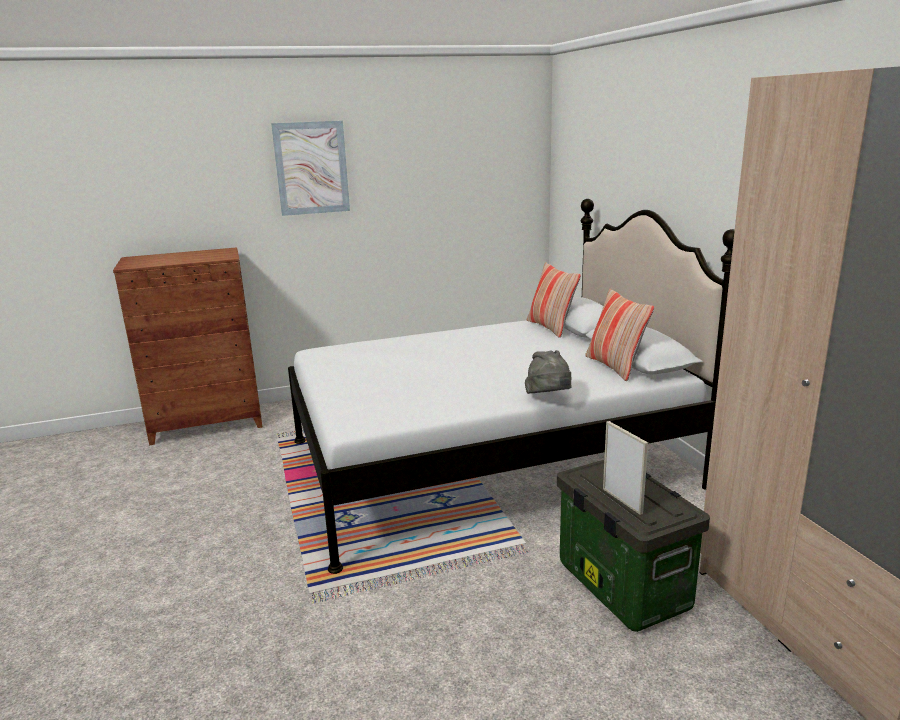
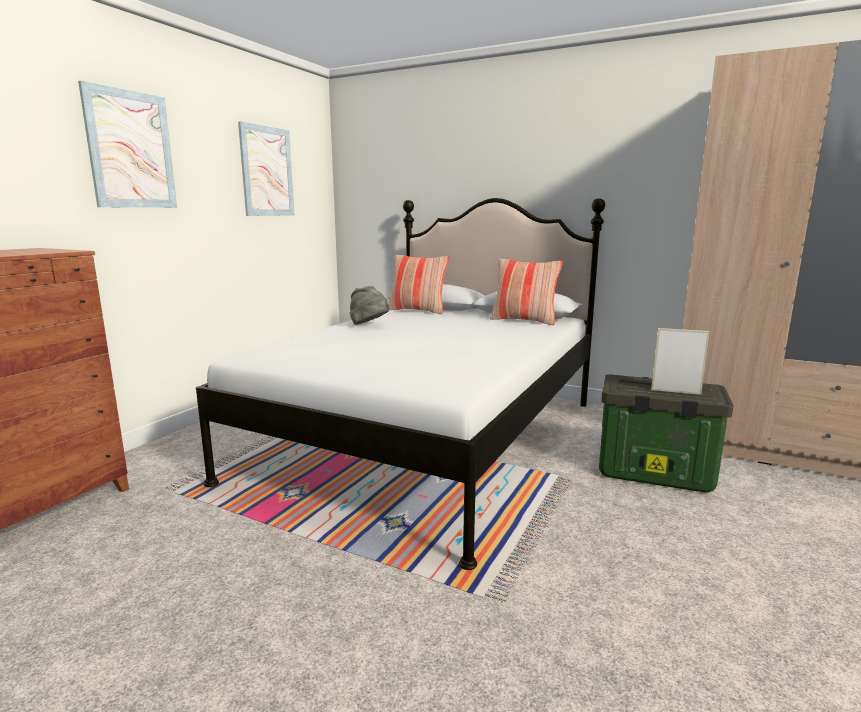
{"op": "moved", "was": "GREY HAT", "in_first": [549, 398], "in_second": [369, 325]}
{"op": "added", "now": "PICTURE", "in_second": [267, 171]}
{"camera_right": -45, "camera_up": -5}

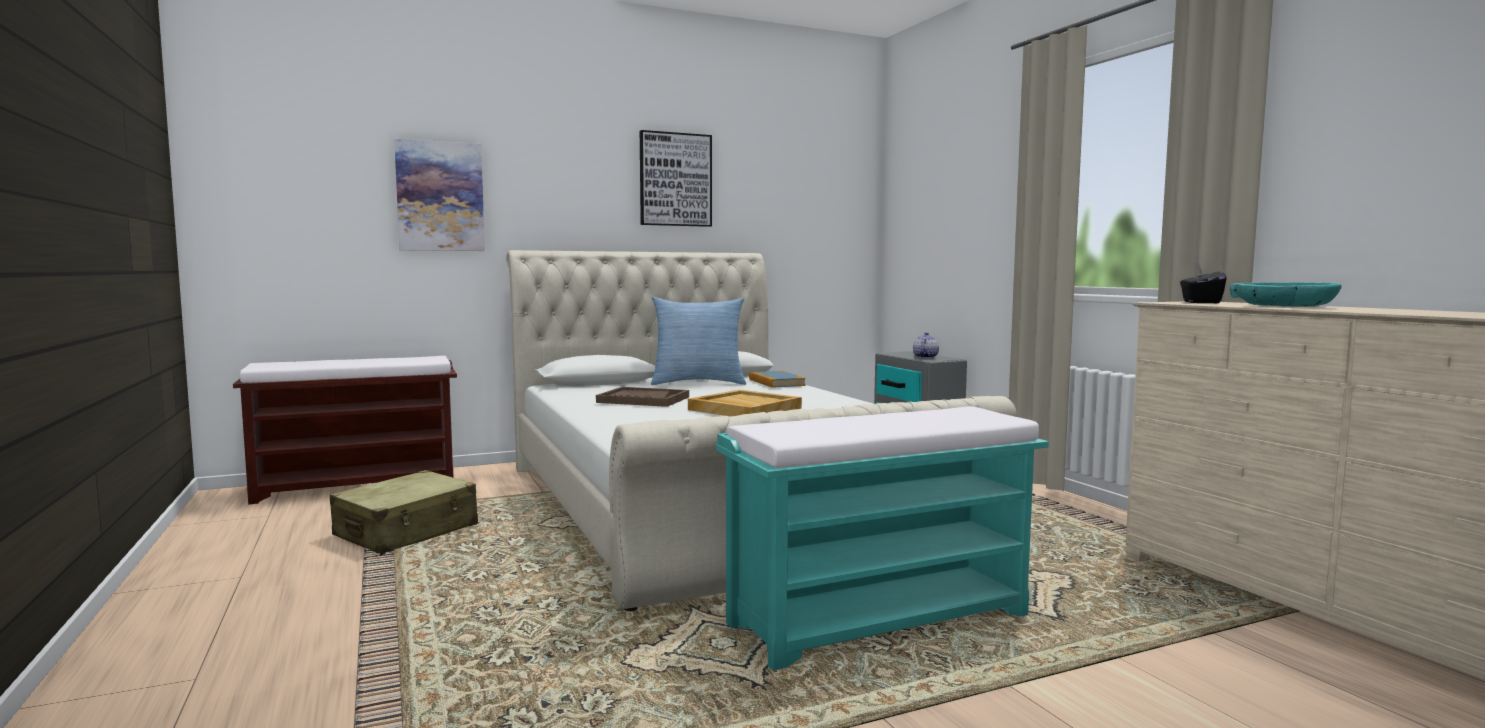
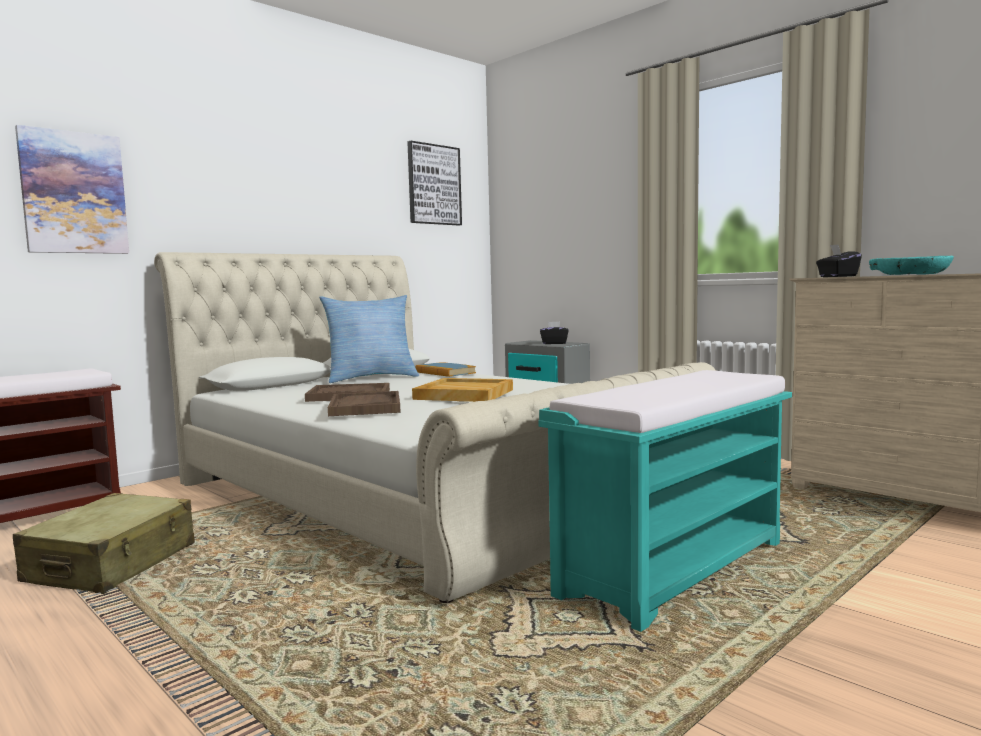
{"op": "moved", "was": "PICTURE", "in_first": [675, 179], "in_second": [434, 185]}
{"op": "replaced", "was": "TEAPOT", "now": "BLACK TISSUE BOX", "in_first": [925, 357], "in_second": [554, 343]}
{"op": "added", "now": "BROWN TRAY", "in_second": [365, 407]}
{"camera_right": -20, "camera_up": 0}

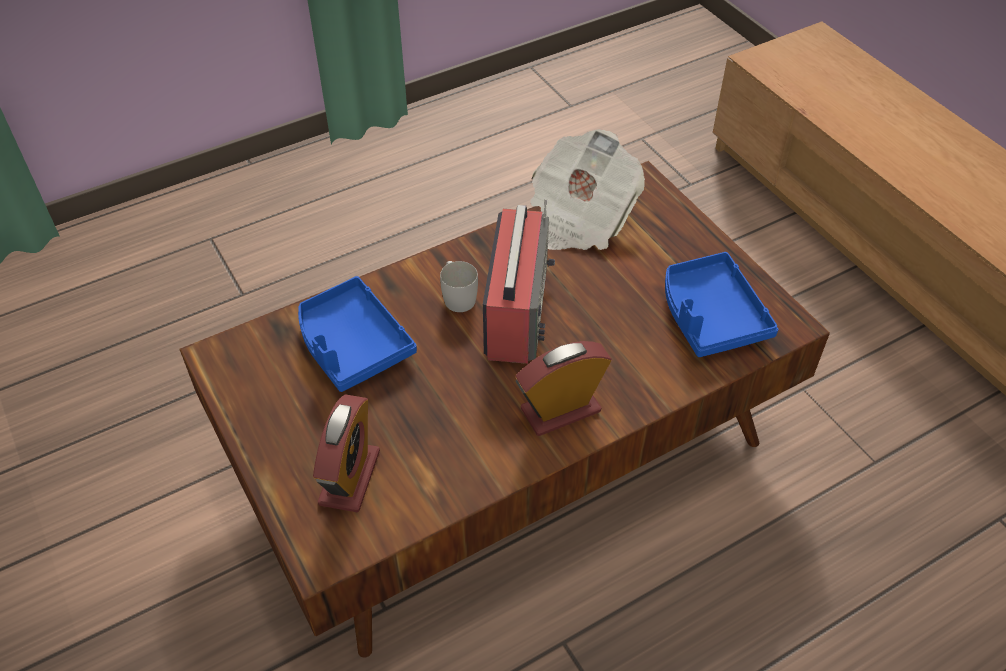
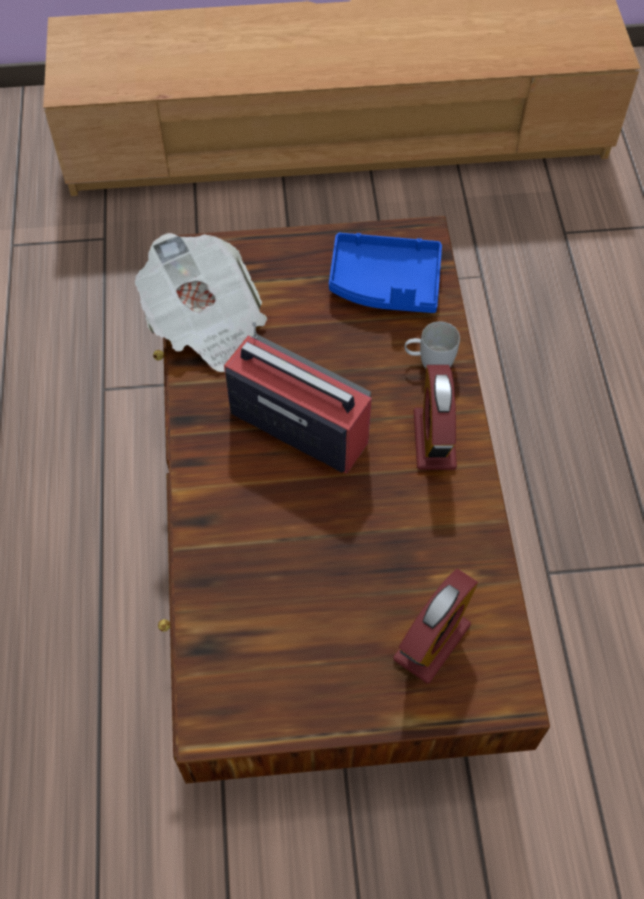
{"op": "moved", "was": "WHITE MUG", "in_first": [457, 296], "in_second": [429, 360]}
{"op": "removed", "was": "BLUE TRAY", "in_first": [352, 344]}
{"op": "turned", "was": "ALARM CLOCK", "in_first": [349, 477], "in_second": [432, 642], "clockwise": 90}
{"camera_right": -65, "camera_up": 10}

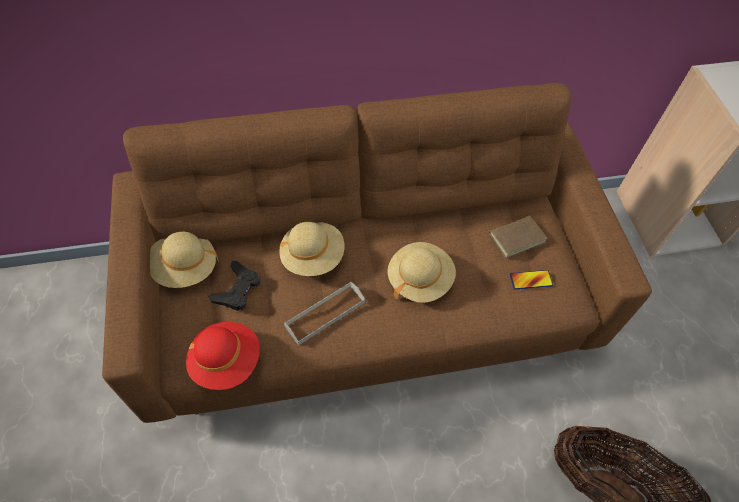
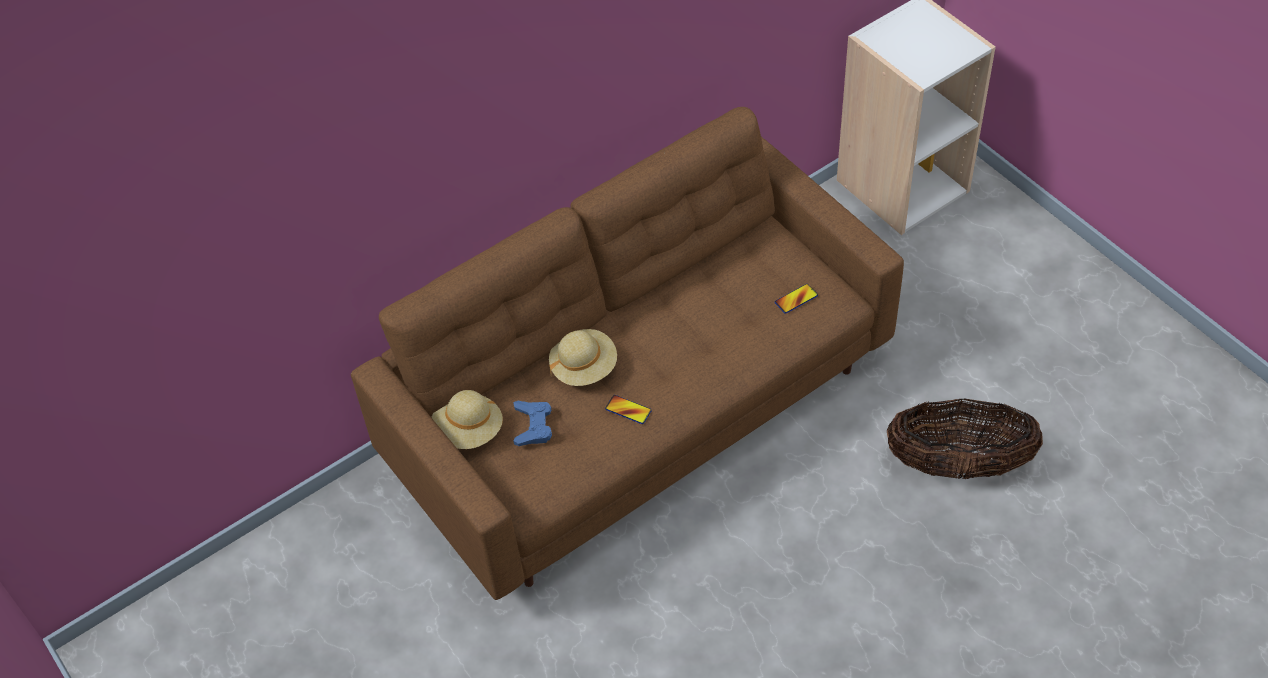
{"op": "removed", "was": "BROWN BOOK", "in_first": [516, 236]}
{"op": "removed", "was": "BEIGE HAT", "in_first": [419, 280]}
{"op": "recoloured", "was": "BLACK GAME CONTROLLER", "now": "BLUE GAME CONTROLLER", "in_first": [237, 289], "in_second": [533, 426]}
{"op": "replaced", "was": "GREY TRAY", "now": "PHONE", "in_first": [325, 314], "in_second": [628, 410]}
{"op": "removed", "was": "RED HAT", "in_first": [226, 361]}
{"camera_right": -20, "camera_up": -5}

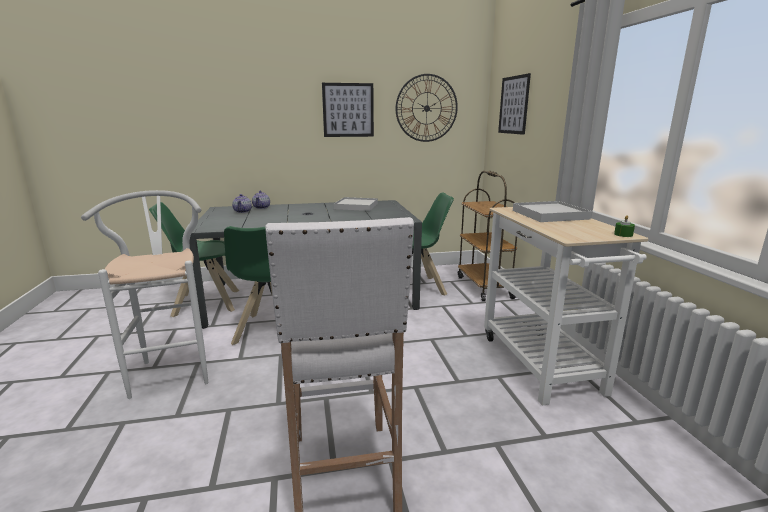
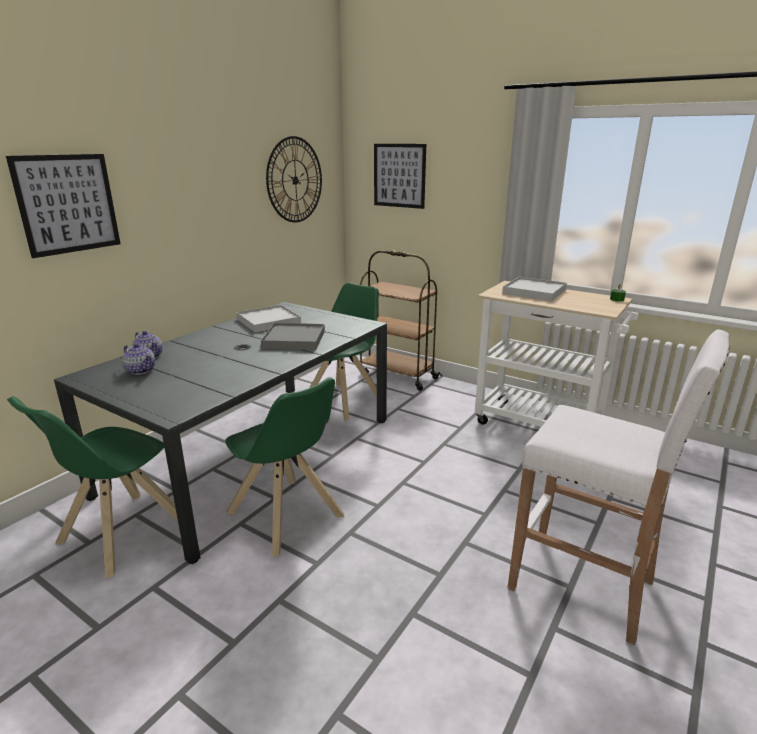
{"op": "moved", "was": "PICTURE", "in_first": [348, 110], "in_second": [68, 204]}
{"op": "removed", "was": "WHITE STOOL", "in_first": [173, 369]}
{"op": "added", "now": "GREY TRAY", "in_second": [294, 339]}
{"camera_right": -45, "camera_up": 5}

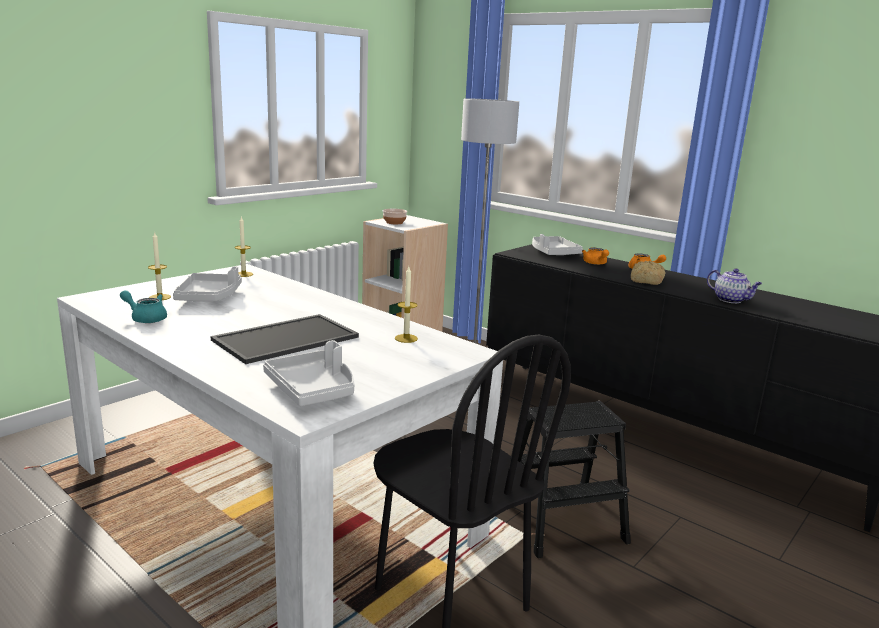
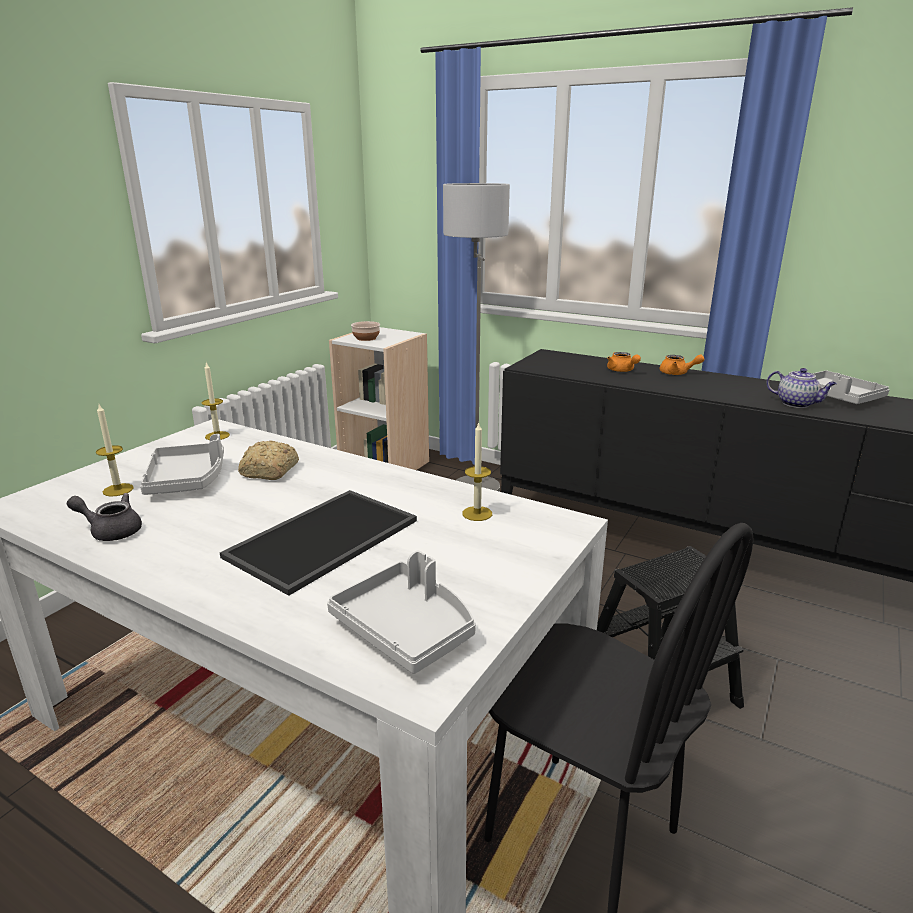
{"op": "moved", "was": "GREY TRAY", "in_first": [553, 253], "in_second": [838, 397]}
{"op": "moved", "was": "BREAD", "in_first": [646, 281], "in_second": [268, 472]}
{"op": "recoloured", "was": "TURQUOISE TEAPOT", "now": "GREY TEAPOT", "in_first": [146, 318], "in_second": [111, 531]}
{"camera_right": -10, "camera_up": 5}

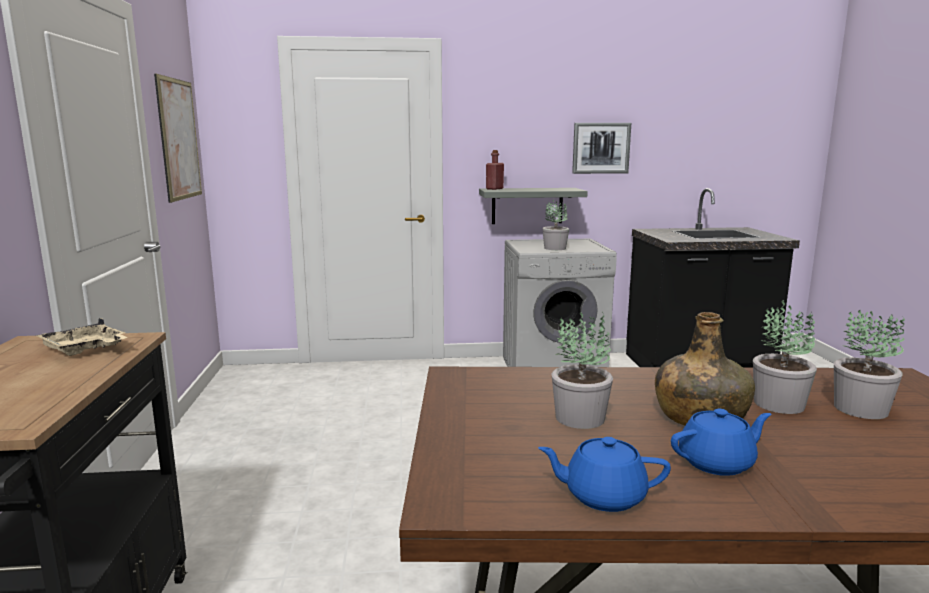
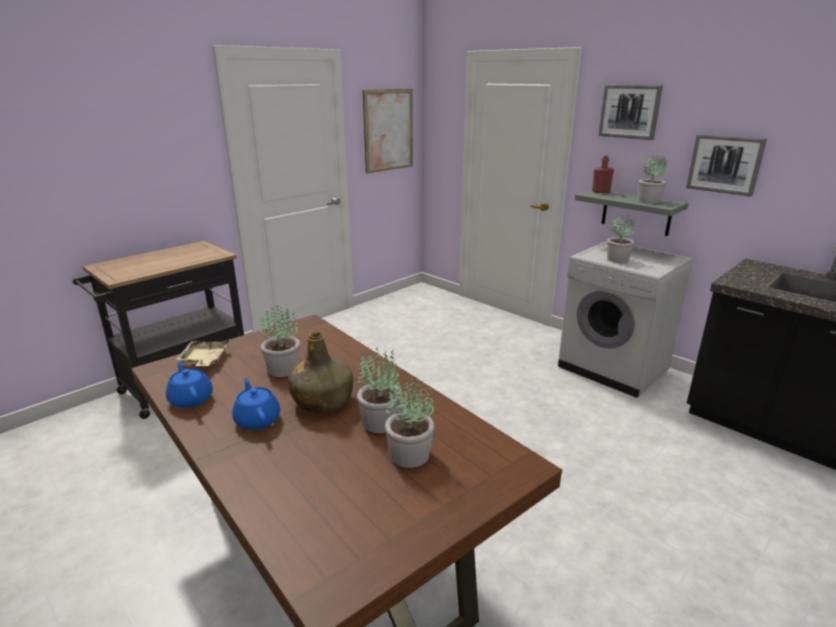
{"op": "moved", "was": "BEIGE TRAY", "in_first": [85, 350], "in_second": [204, 360]}
{"op": "turned", "was": "BLUE TEAPOT", "in_first": [717, 463], "in_second": [257, 419], "clockwise": -150}
{"op": "added", "now": "PICTURE", "in_second": [629, 111]}
{"op": "added", "now": "POTTED PLANT", "in_second": [649, 200]}
{"camera_right": 50, "camera_up": 10}

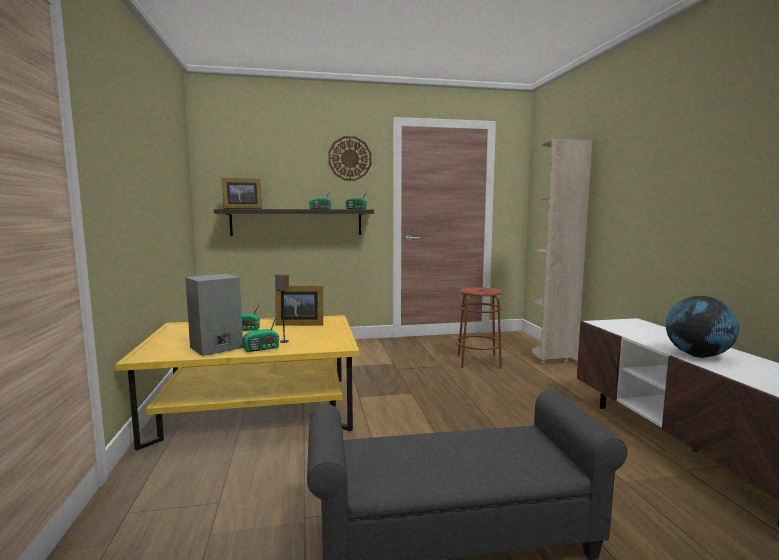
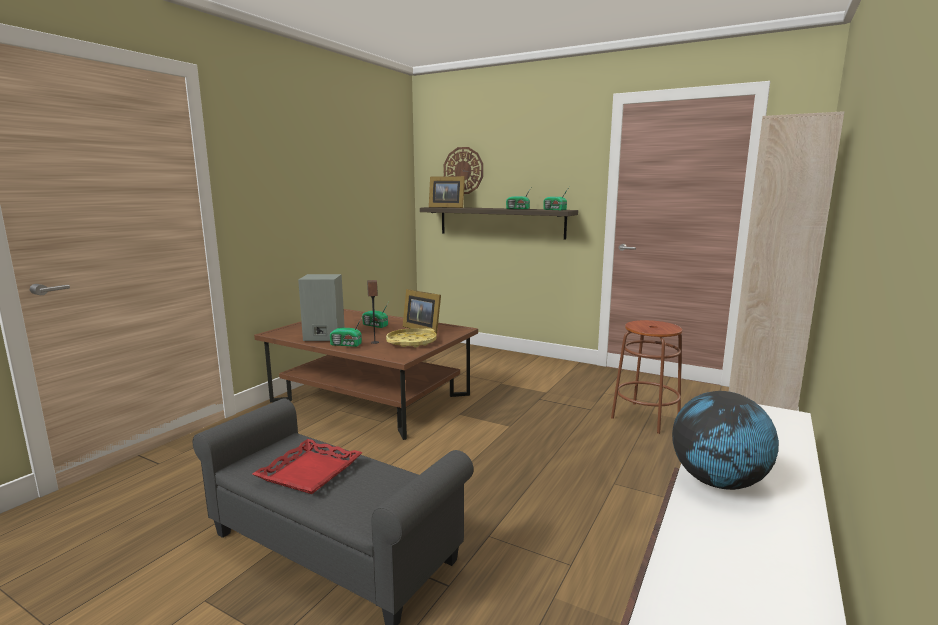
{"op": "moved", "was": "WALL CLOCK", "in_first": [349, 158], "in_second": [463, 170]}
{"op": "recoloured", "was": "YELLOW COFFEE TABLE", "now": "BROWN COFFEE TABLE", "in_first": [255, 409], "in_second": [371, 398]}
{"op": "added", "now": "YELLOW TRAY", "in_second": [411, 342]}
{"op": "added", "now": "RED TRAY", "in_second": [309, 472]}
{"camera_right": 40, "camera_up": 5}

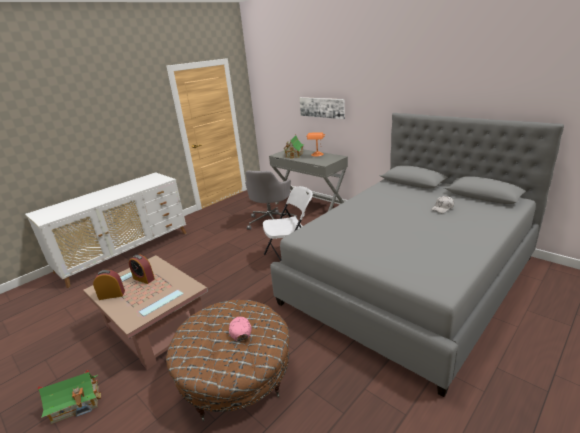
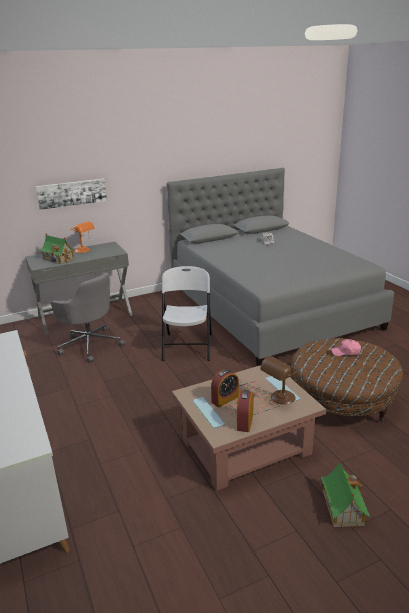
{"op": "added", "now": "BROWN TABLE LAMP", "in_second": [280, 399]}
{"camera_right": -70, "camera_up": 0}

